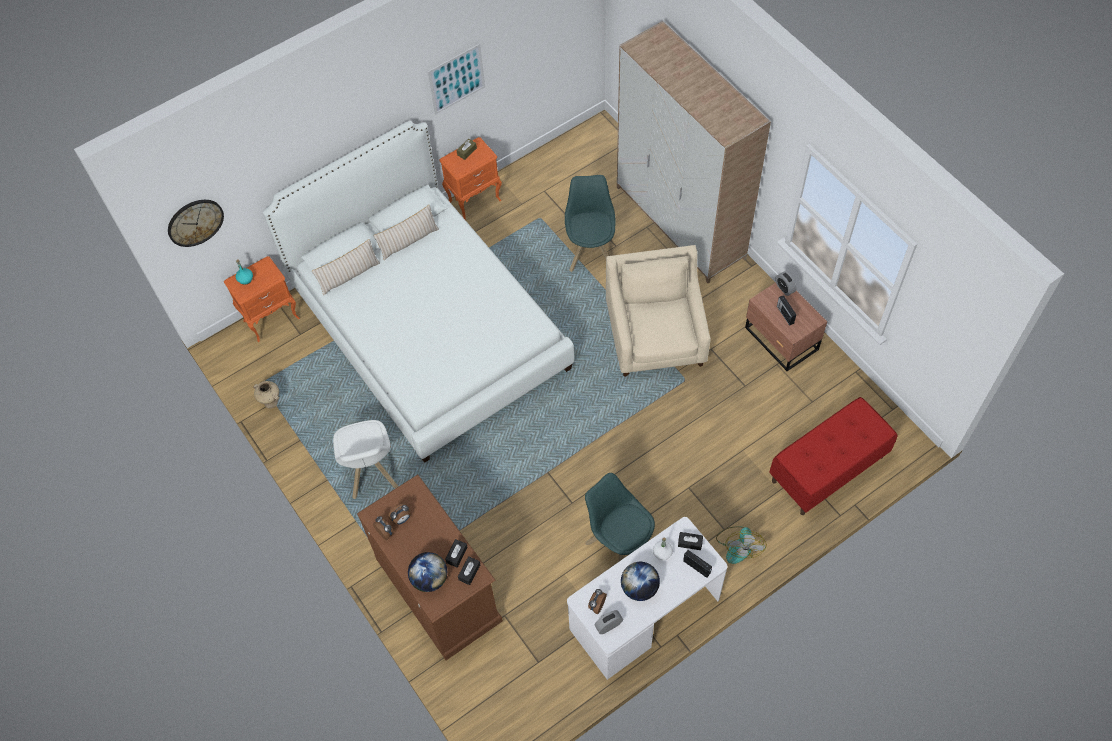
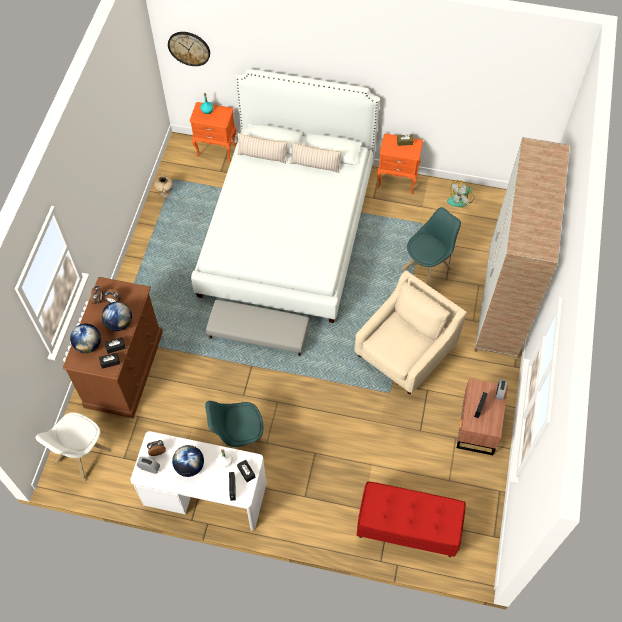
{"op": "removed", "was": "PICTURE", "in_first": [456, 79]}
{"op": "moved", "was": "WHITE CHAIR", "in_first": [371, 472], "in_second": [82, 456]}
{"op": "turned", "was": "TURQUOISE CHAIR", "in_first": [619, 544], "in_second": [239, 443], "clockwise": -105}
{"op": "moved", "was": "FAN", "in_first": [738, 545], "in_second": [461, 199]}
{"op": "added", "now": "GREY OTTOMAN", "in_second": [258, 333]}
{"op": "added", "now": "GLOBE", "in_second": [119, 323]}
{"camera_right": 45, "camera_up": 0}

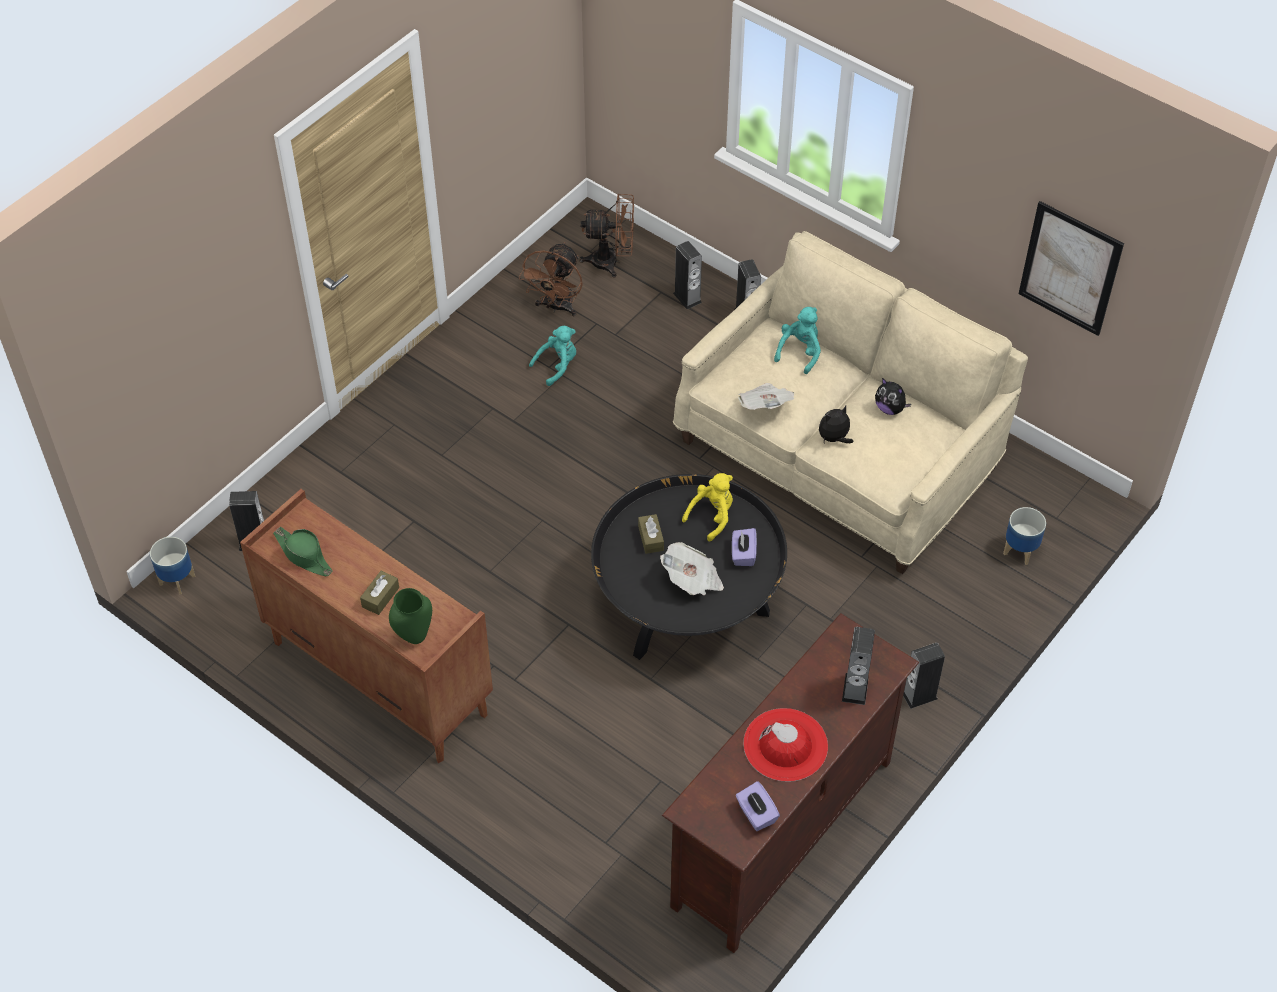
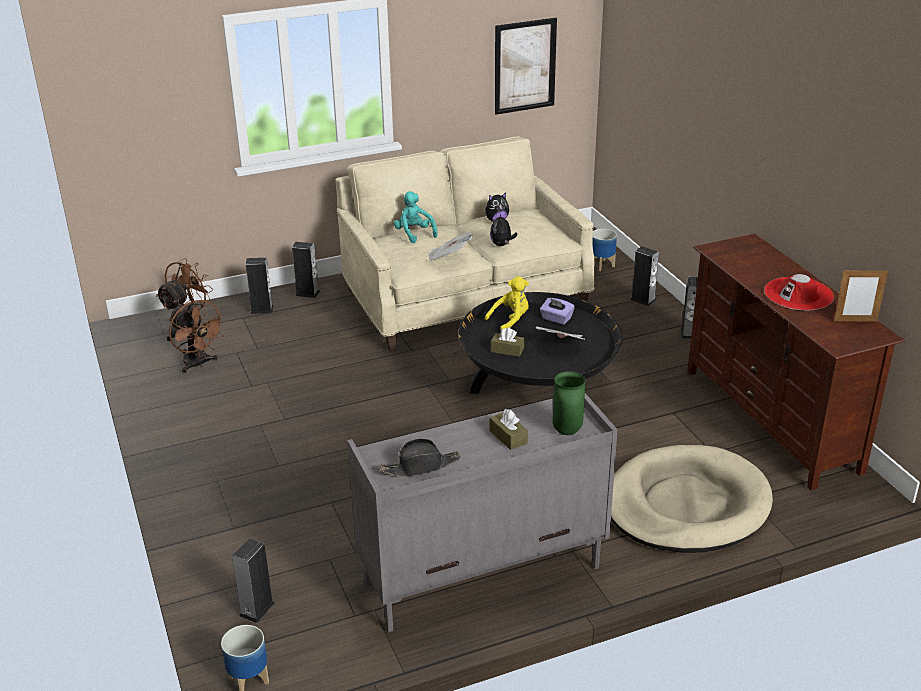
{"op": "removed", "was": "TURQUOISE PLUSH TOY", "in_first": [557, 365]}
{"op": "turned", "was": "YELLOW PLUSH TOY", "in_first": [712, 516], "in_second": [510, 320], "clockwise": 75}
{"op": "recoloured", "was": "BROWN CABINET", "now": "GREY CABINET", "in_first": [378, 678], "in_second": [481, 576]}
{"op": "recoloured", "was": "GREEN HAT", "now": "BLACK HAT", "in_first": [304, 555], "in_second": [421, 466]}
{"op": "moved", "was": "SPEAKER", "in_first": [855, 689], "in_second": [643, 300]}
{"op": "replaced", "was": "PURPLE TISSUE BOX", "now": "PICTURE FRAME", "in_first": [756, 814], "in_second": [855, 321]}
{"op": "added", "now": "BEIGE DOG BED", "in_second": [686, 505]}
{"camera_right": -60, "camera_up": -20}

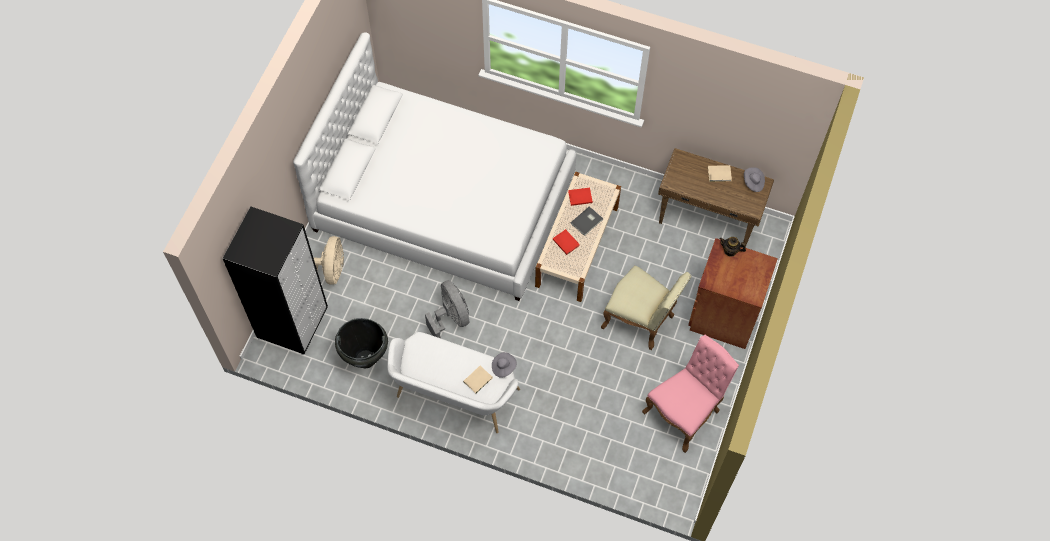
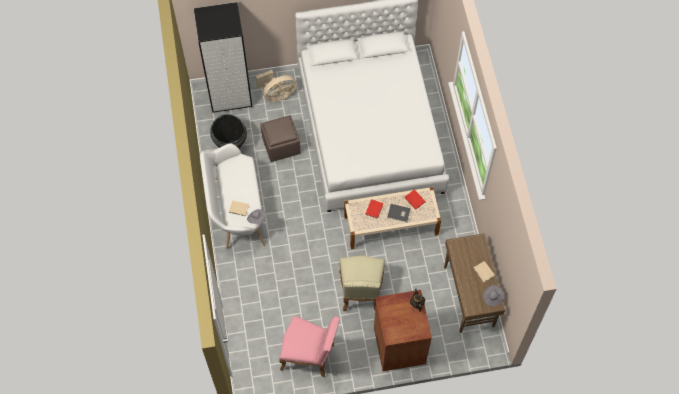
{"op": "removed", "was": "GREY FAN", "in_first": [451, 318]}
{"op": "added", "now": "BROWN OTTOMAN", "in_second": [281, 145]}
{"camera_right": 60, "camera_up": 0}

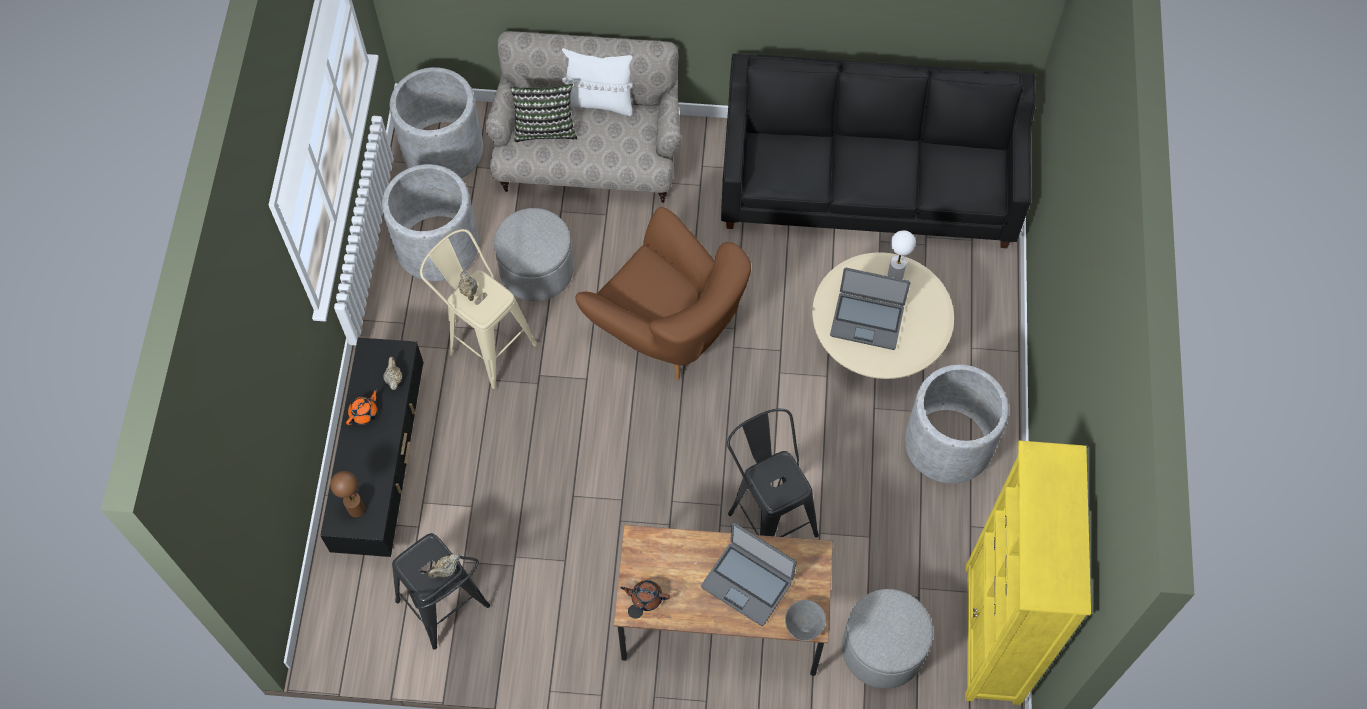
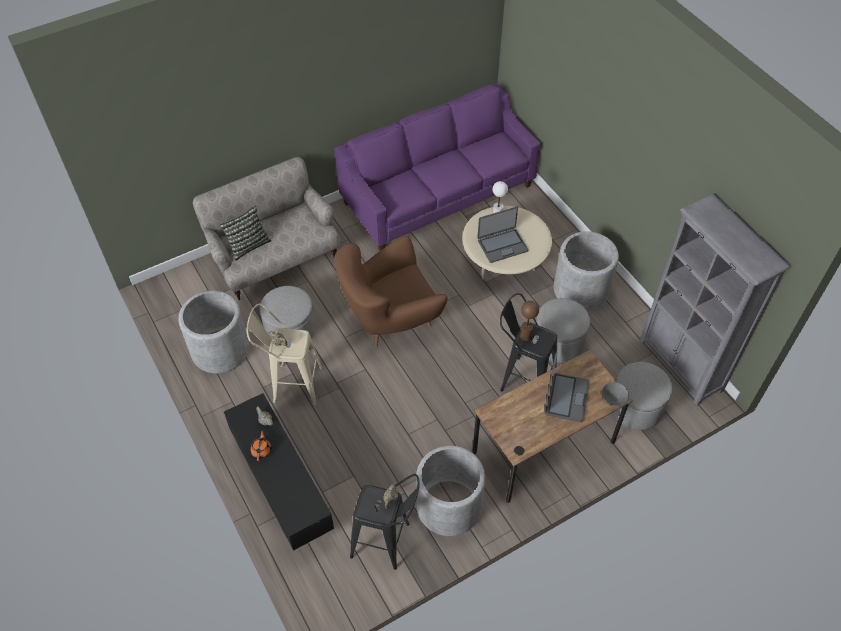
{"op": "removed", "was": "WHITE PILLOW", "in_first": [598, 102]}
{"op": "recoloured", "was": "BLACK SOFA", "now": "PURPLE SOFA", "in_first": [869, 187], "in_second": [438, 194]}
{"op": "moved", "was": "GREY PLANTER", "in_first": [443, 150], "in_second": [449, 506]}
{"op": "turned", "was": "BROWN ARMCHAIR", "in_first": [668, 331], "in_second": [390, 319], "clockwise": 150}
{"op": "recoloured", "was": "YELLOW BOOKCASE", "now": "GREY BOOKCASE", "in_first": [992, 634], "in_second": [680, 366]}
{"op": "moved", "was": "BROWN TABLE LAMP", "in_first": [356, 509], "in_second": [525, 336]}
{"op": "turned", "was": "LAPTOP", "in_first": [747, 583], "in_second": [565, 397], "clockwise": -75}
{"op": "removed", "was": "BROWN TEAPOT", "in_first": [646, 597]}
{"op": "added", "now": "GREY OTTOMAN", "in_second": [558, 342]}
{"camera_right": -35, "camera_up": -10}

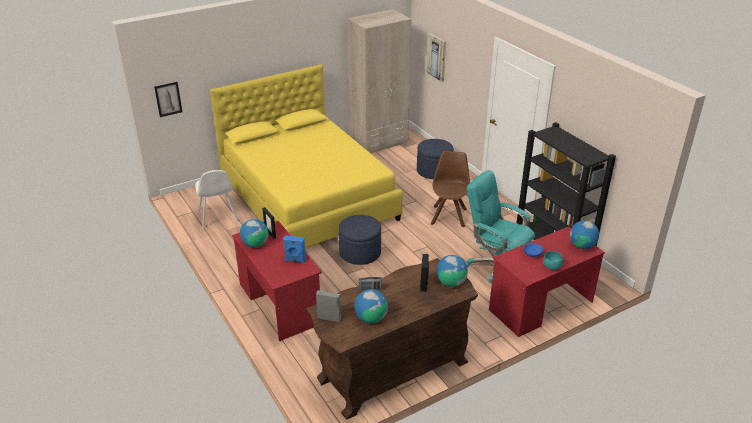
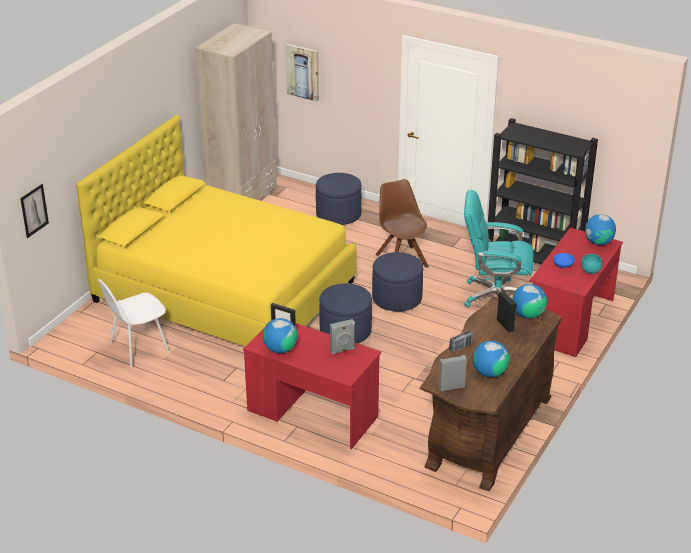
{"op": "turned", "was": "WHITE CHAIR", "in_first": [218, 218], "in_second": [137, 348], "clockwise": 105}
{"op": "recoloured", "was": "BLUE SPEAKER", "now": "GREY SPEAKER", "in_first": [295, 261], "in_second": [342, 350]}
{"op": "added", "now": "BLUE OTTOMAN", "in_second": [397, 298]}
{"camera_right": -30, "camera_up": 0}

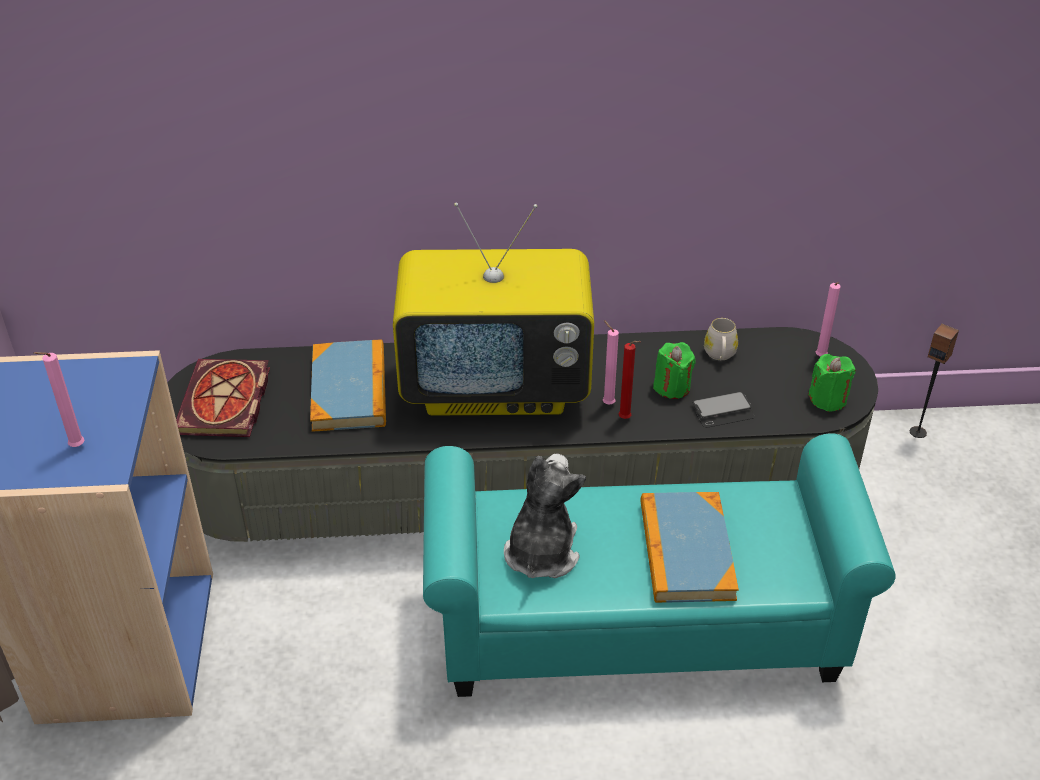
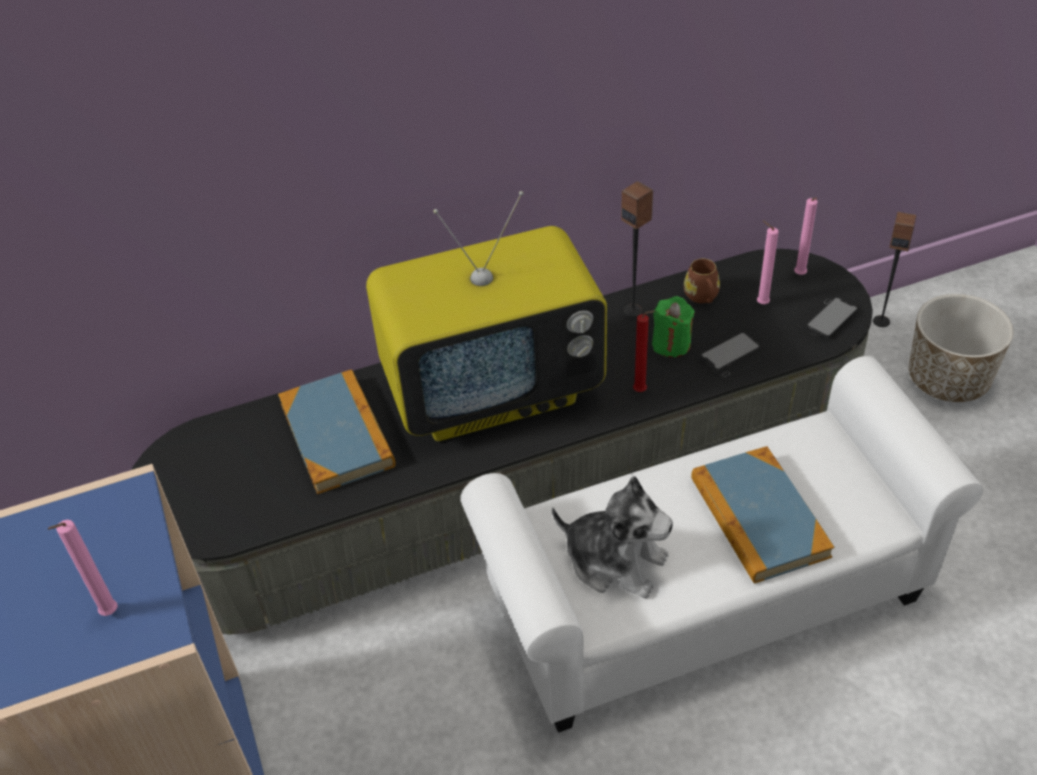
{"op": "recoloured", "was": "WHITE MUG", "now": "BROWN MUG", "in_first": [720, 355], "in_second": [702, 297]}
{"op": "moved", "was": "PINK CANDLE", "in_first": [606, 403], "in_second": [760, 303]}
{"op": "replaced", "was": "GREEN CANDLE", "now": "PHONE", "in_first": [828, 399], "in_second": [827, 318]}
{"op": "removed", "was": "BOOK", "in_first": [225, 403]}
{"op": "recoloured", "was": "TURQUOISE OTTOMAN", "now": "WHITE OTTOMAN", "in_first": [639, 626], "in_second": [706, 599]}
{"op": "turned", "was": "PLUSH TOY", "in_first": [541, 552], "in_second": [615, 561], "clockwise": 120}
{"op": "added", "now": "SPEAKER", "in_second": [633, 310]}
{"op": "added", "now": "PLANTER", "in_second": [948, 379]}
{"camera_right": -15, "camera_up": 5}

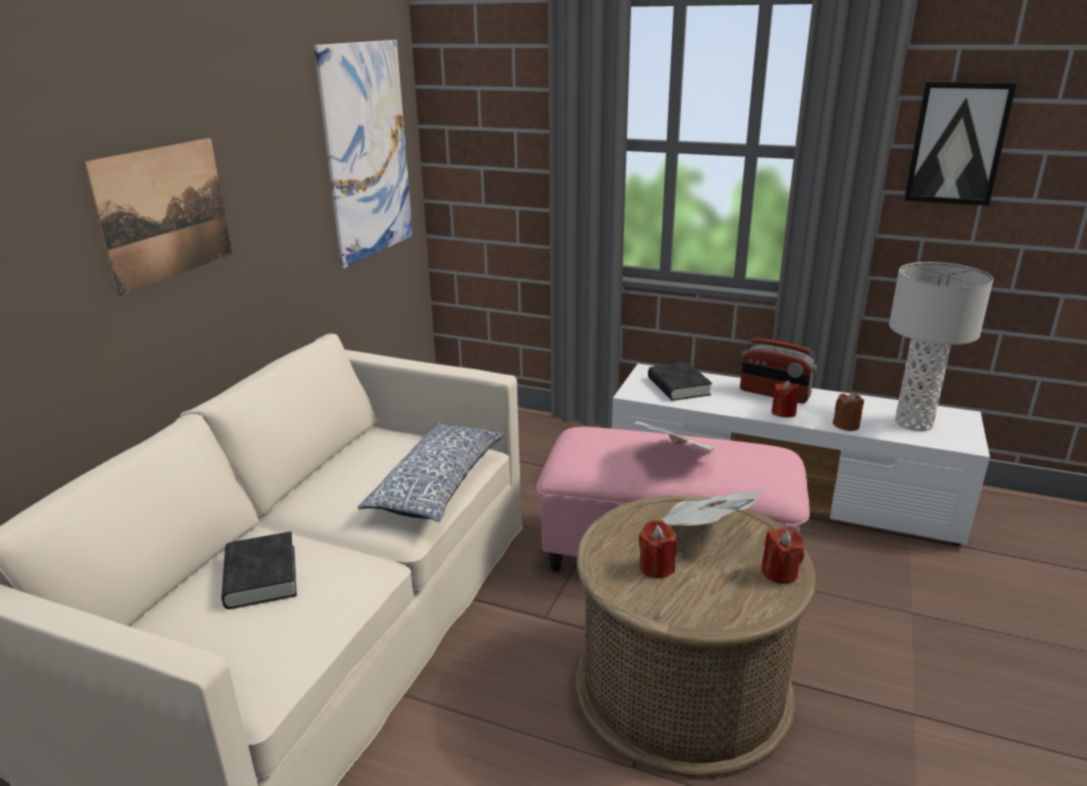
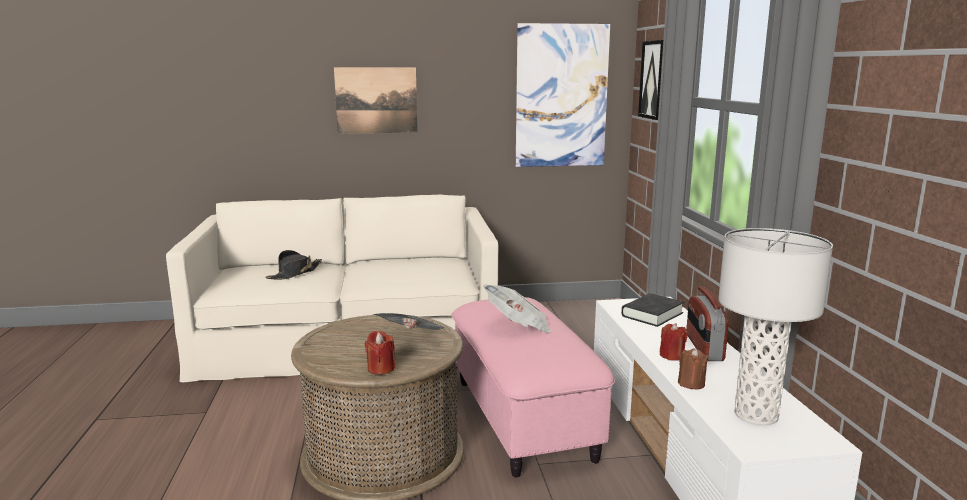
{"op": "moved", "was": "PICTURE", "in_first": [957, 143], "in_second": [654, 80]}
{"op": "removed", "was": "PILLOW", "in_first": [439, 484]}
{"op": "removed", "was": "RED CANDLE", "in_first": [656, 567]}
{"op": "replaced", "was": "BLACK BOOK", "now": "BLACK HAT", "in_first": [261, 577], "in_second": [295, 273]}
{"camera_right": 60, "camera_up": -10}

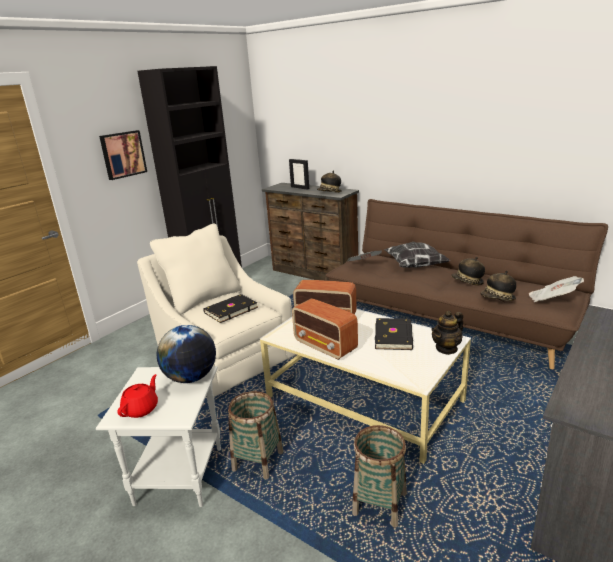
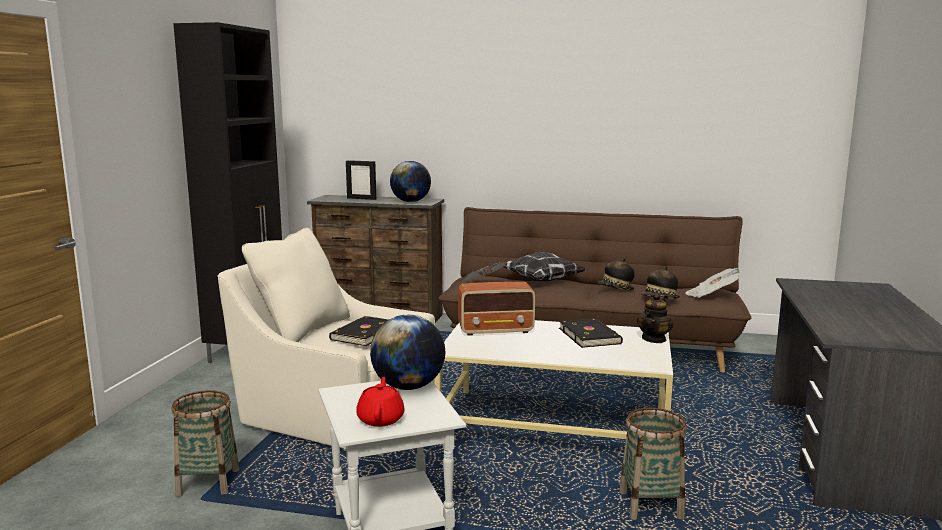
{"op": "removed", "was": "PICTURE", "in_first": [122, 154]}
{"op": "replaced", "was": "HAT", "now": "GLOBE", "in_first": [329, 193], "in_second": [411, 201]}
{"op": "removed", "was": "RADIO", "in_first": [325, 346]}
{"op": "moved", "was": "BASKET", "in_first": [258, 461], "in_second": [208, 483]}
{"camera_right": -25, "camera_up": -10}

